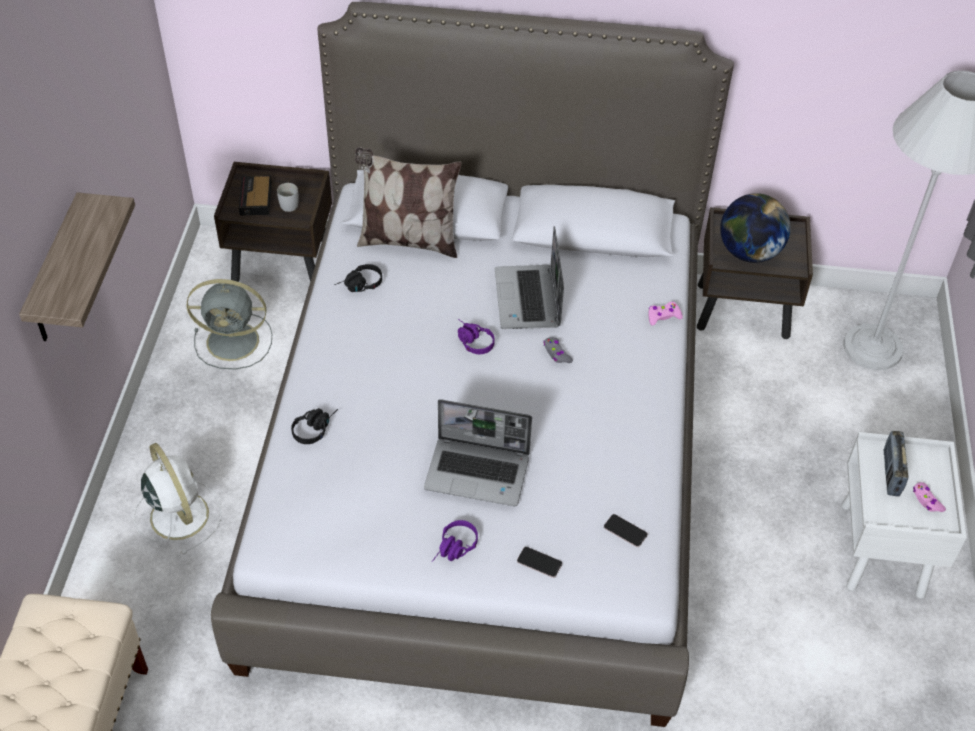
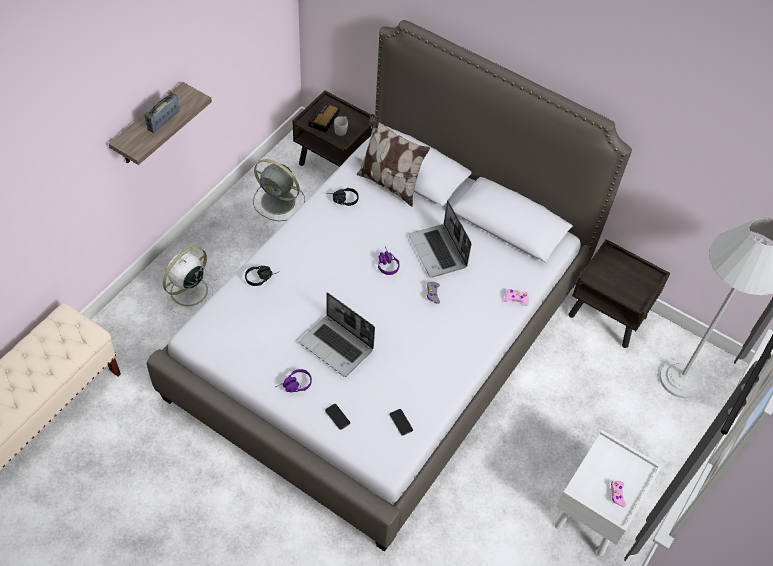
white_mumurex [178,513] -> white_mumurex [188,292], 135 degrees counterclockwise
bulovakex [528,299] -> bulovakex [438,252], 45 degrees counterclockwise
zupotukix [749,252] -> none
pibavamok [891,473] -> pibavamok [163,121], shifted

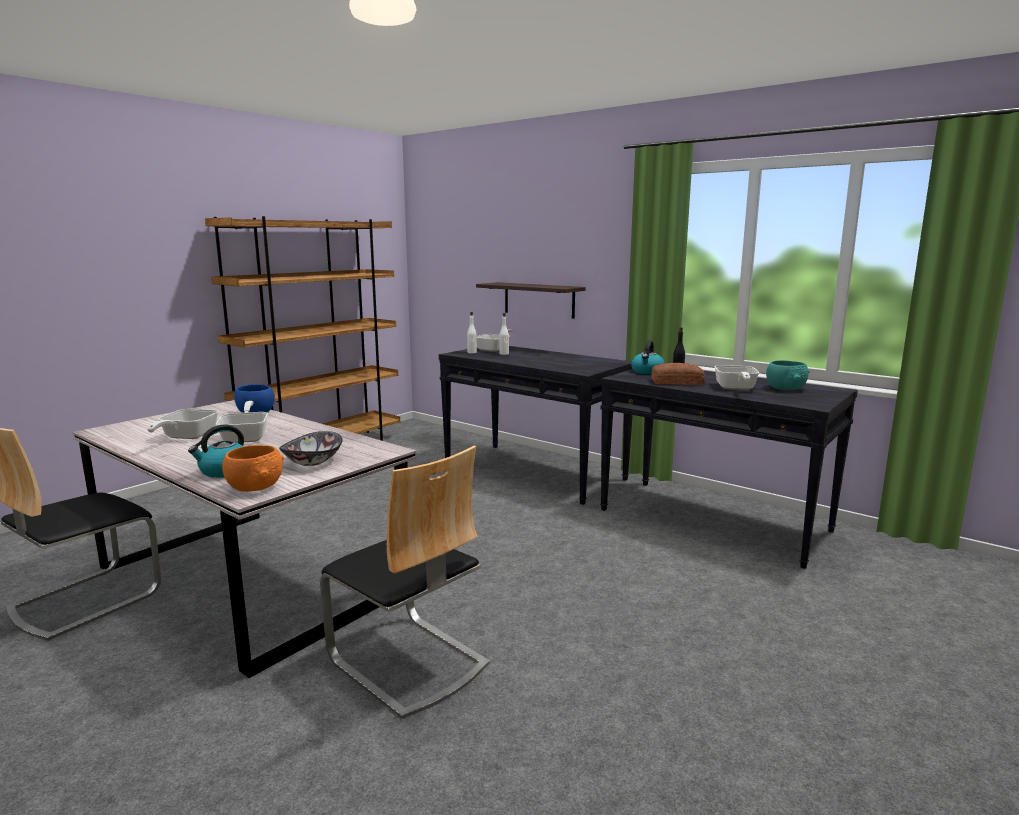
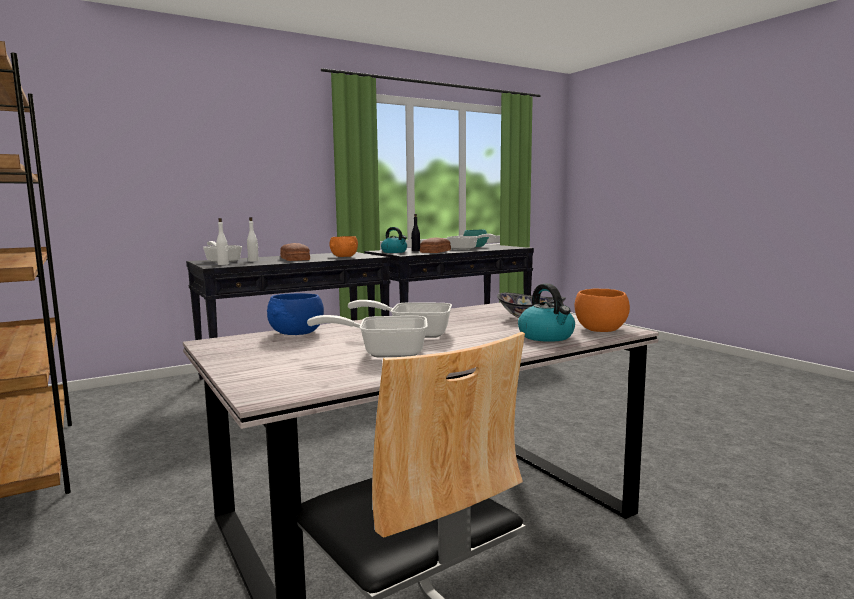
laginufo [186,437] -> laginufo [384,352], 150 degrees clockwise
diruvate [407,662] -> none
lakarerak [539,300] -> none
none -> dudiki [295,259]
none -> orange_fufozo [344,256]

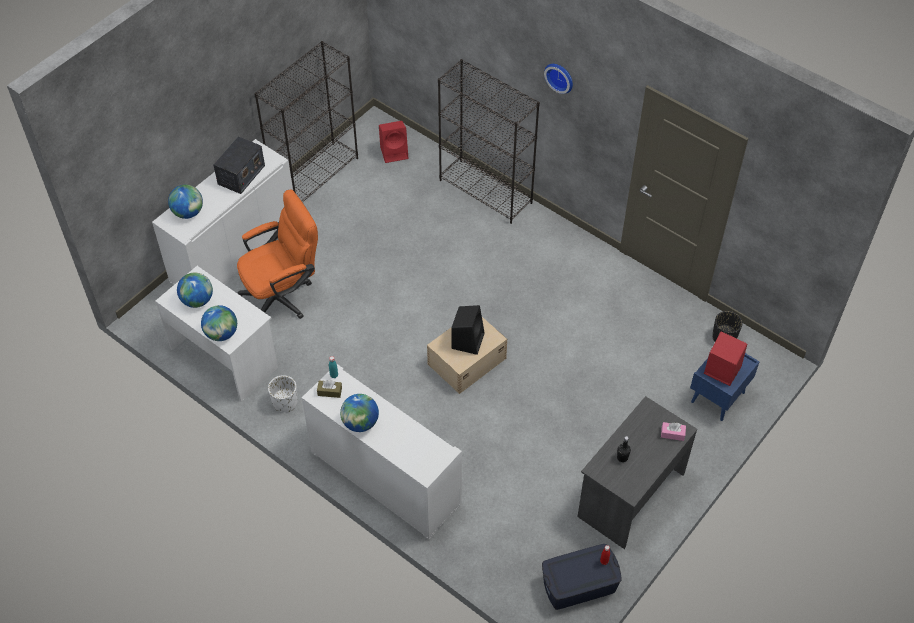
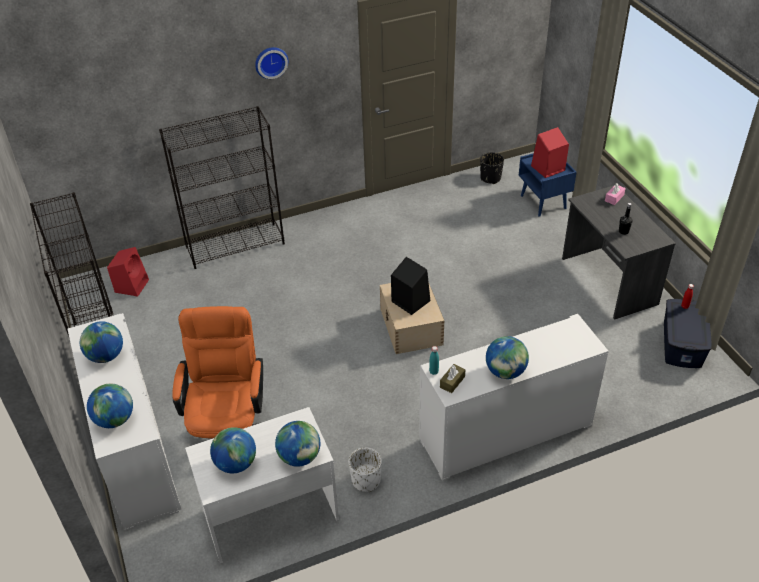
pibavamok [241,175] -> zupotukix [106,356]

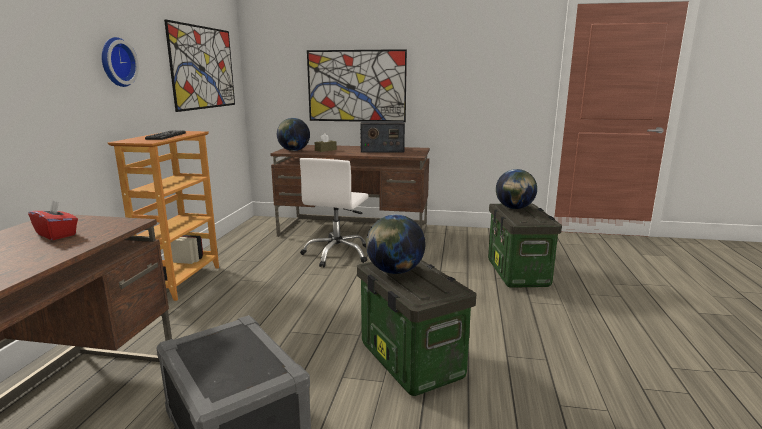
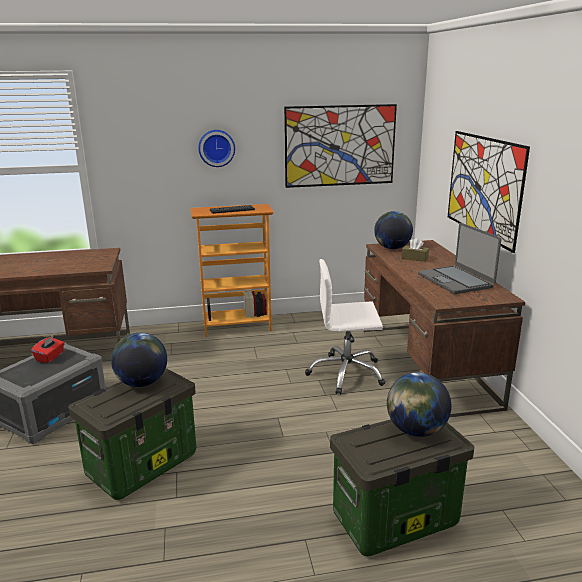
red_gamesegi [57,234] -> red_gamesegi [50,357], shifted
pibavamok [381,150] -> bulovakex [455,280]

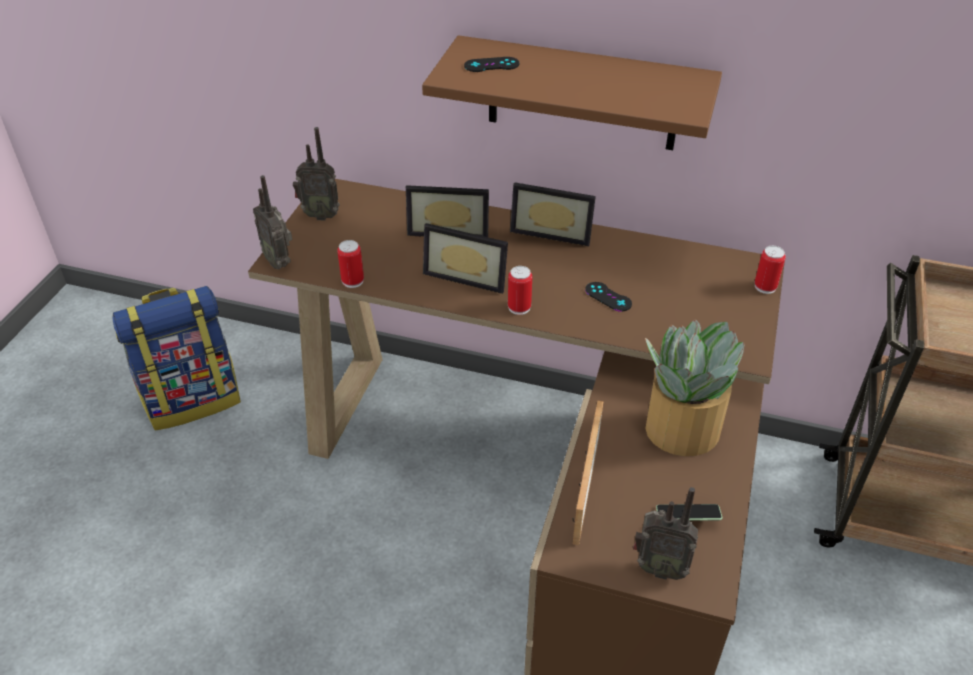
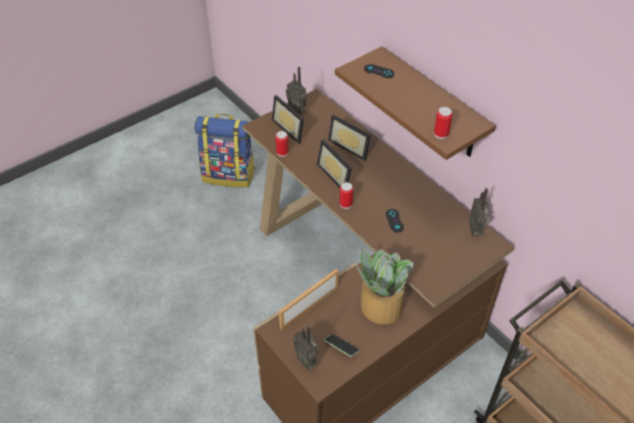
pibavamok [279,262] -> pibavamok [476,230], shifted
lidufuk [552,231] -> lidufuk [291,128], shifted
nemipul [765,286] -> nemipul [441,134], shifted

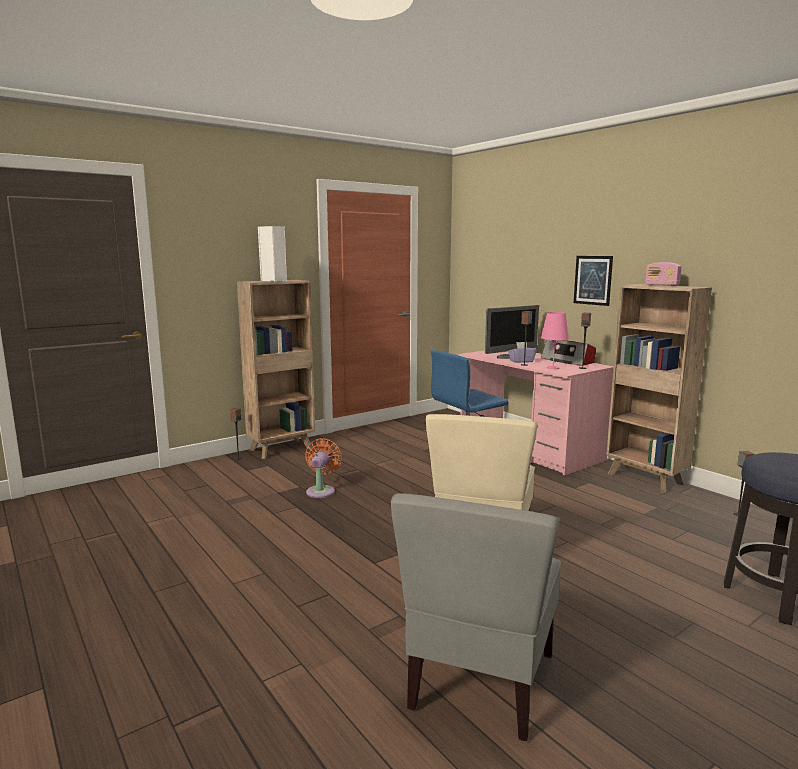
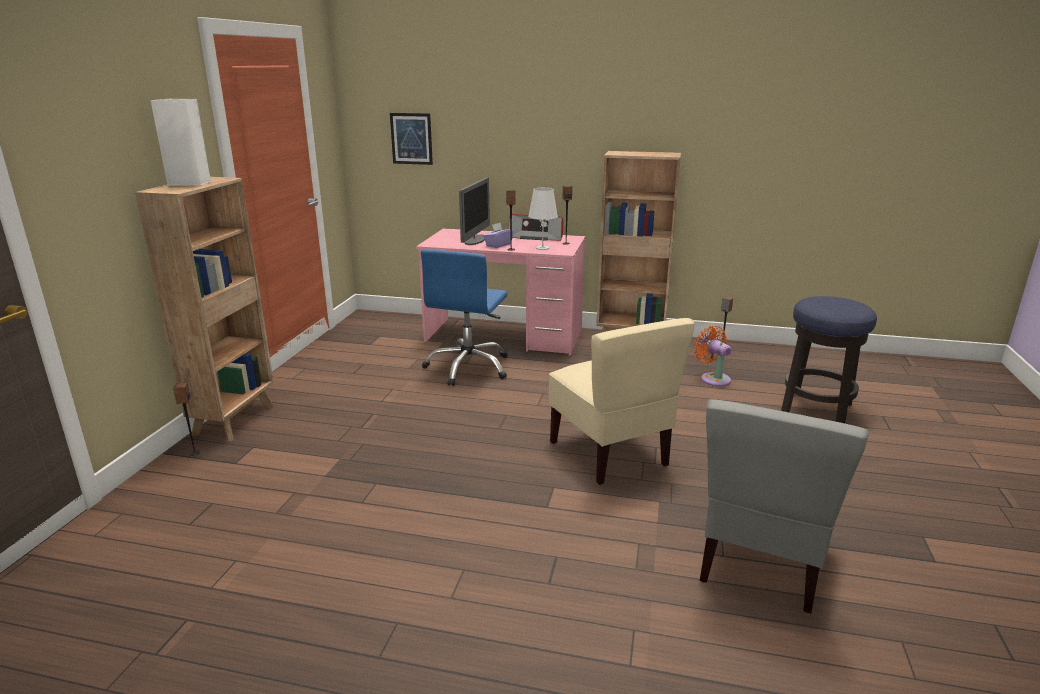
orange_mumurex [321,491] -> orange_mumurex [713,378], shifted
grey_diruvate [480,680] -> grey_diruvate [761,561], 45 degrees clockwise
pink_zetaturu [553,368] -> white_zetaturu [542,248]
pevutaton [592,280] -> pevutaton [411,138], shifted
pibavamok [662,285] -> none

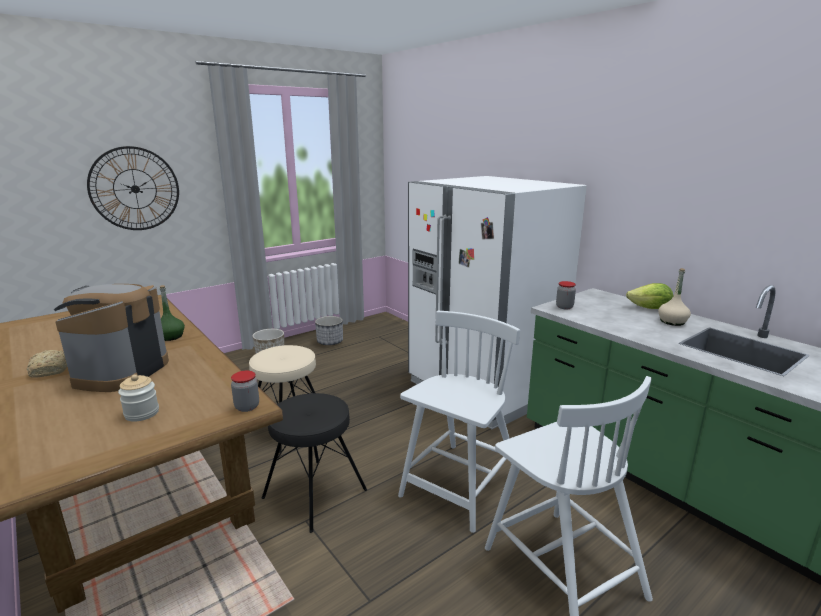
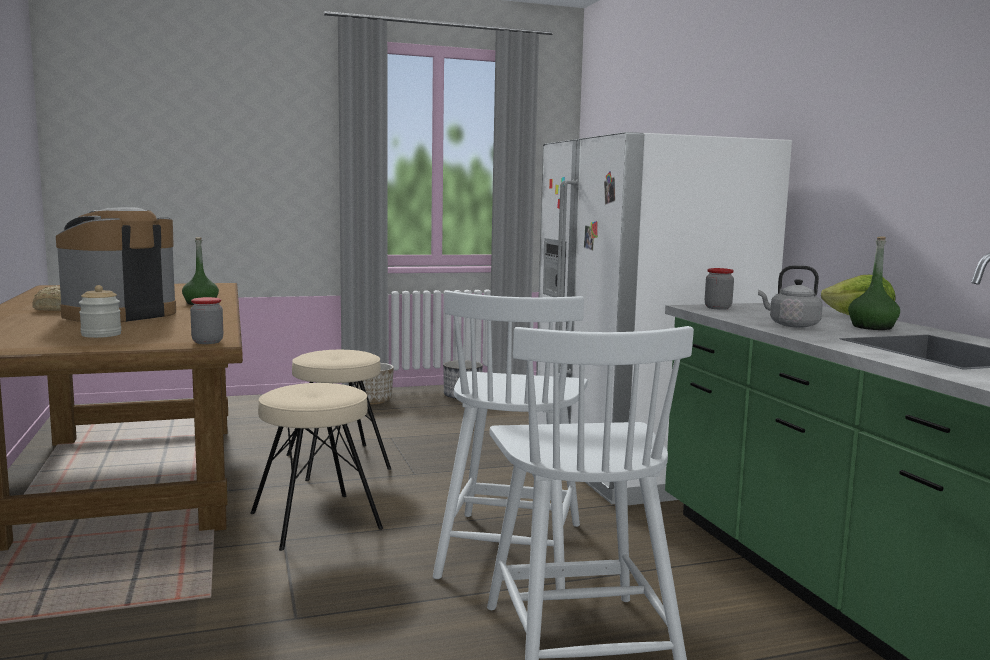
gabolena [135,189] -> none
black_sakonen [314,494] -> beige_sakonen [315,521]
white_diruvate [459,486] -> white_diruvate [511,548], 135 degrees clockwise
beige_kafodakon [672,322] -> green_kafodakon [872,327]
none -> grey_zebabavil [791,325]

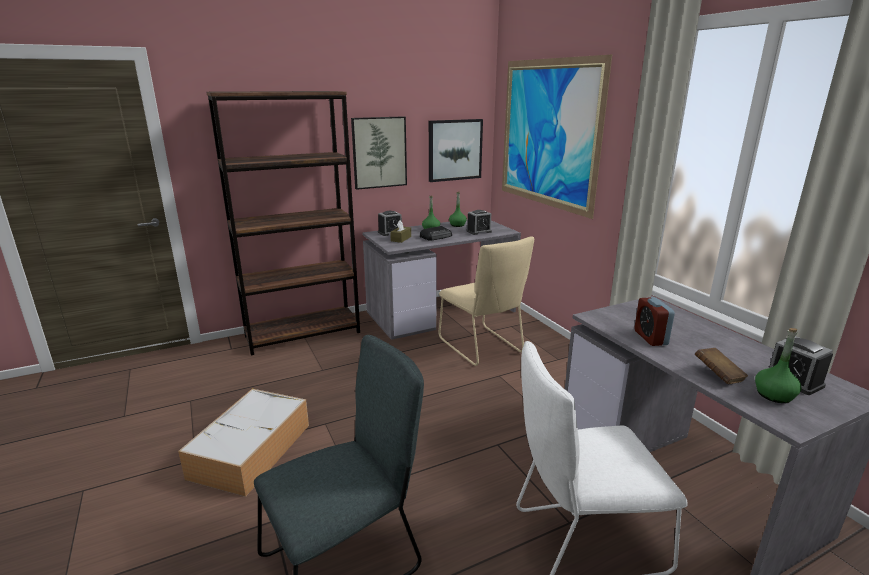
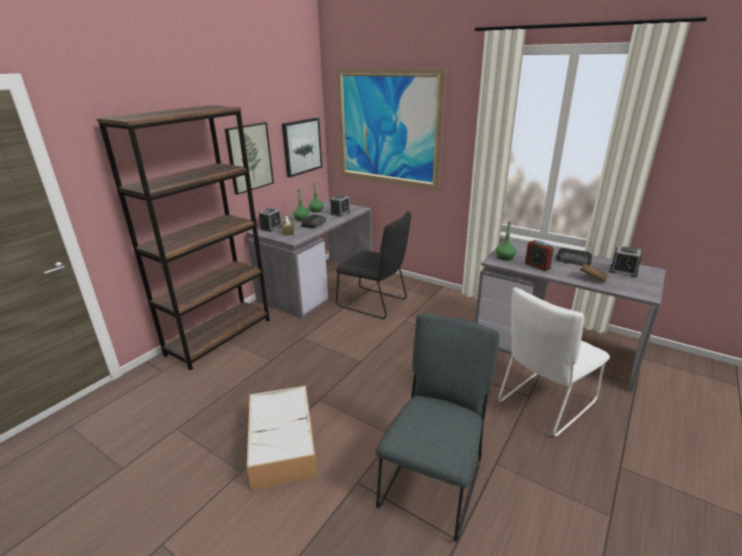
beige_diruvate [482,347] -> black_diruvate [374,303]
green_kafodakon [774,395] -> green_kafodakon [504,257], shifted
none -> pibavamok [574,260]

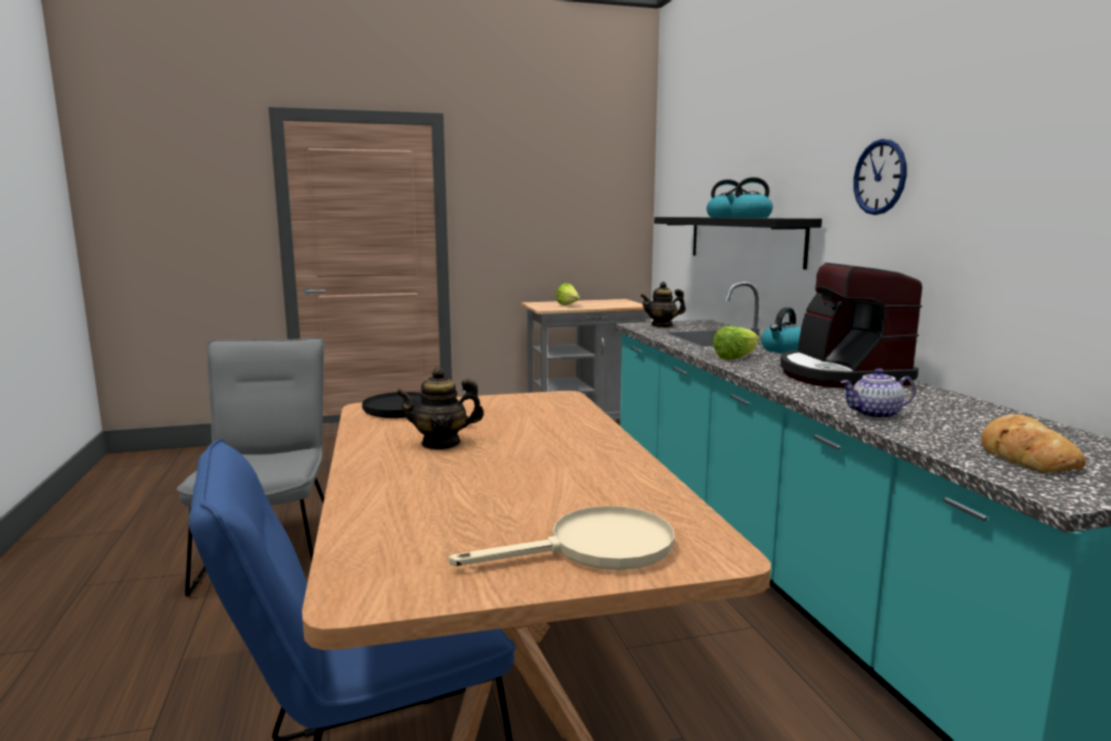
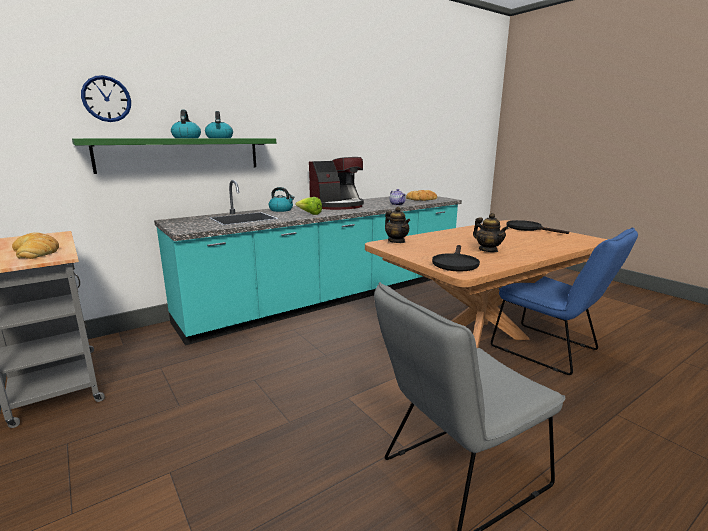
beige_laginufo [595,549] -> black_laginufo [528,228]
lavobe [569,306] -> dudiki [37,251]
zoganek [662,325] -> zoganek [396,241], shifted
black_lakarerak [743,239] -> green_lakarerak [181,154]
gabolena [880,177] -> gabolena [106,99], shifted

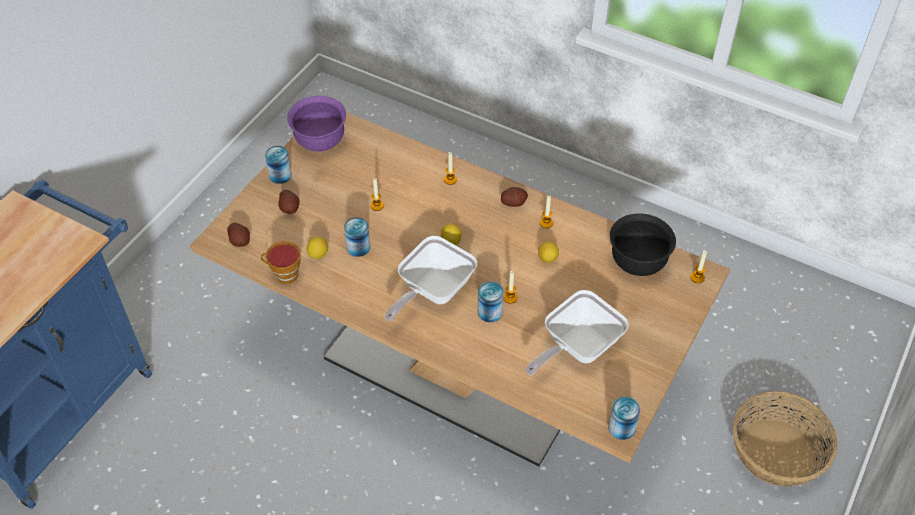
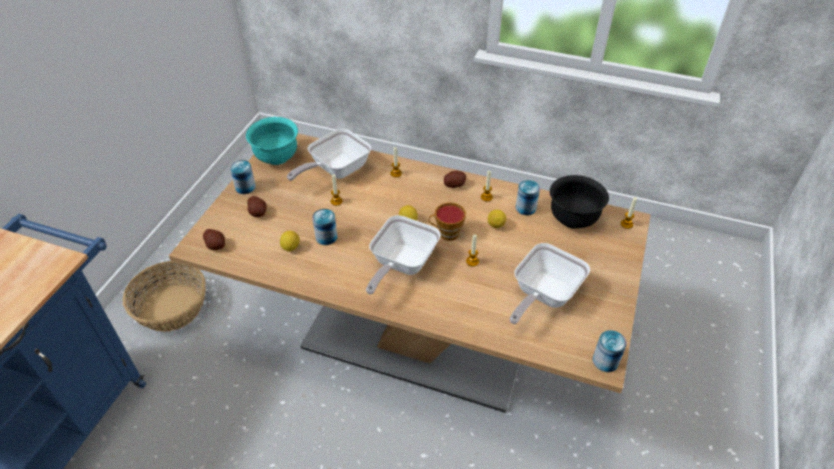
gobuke [284,275] -> gobuke [446,234], shifted
purple_fufozo [320,142] -> turquoise_fufozo [276,157]
nemipul [490,312] -> nemipul [525,208], shifted
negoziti [777,452] -> negoziti [172,308], shifted
none -> laginufo [335,171]

